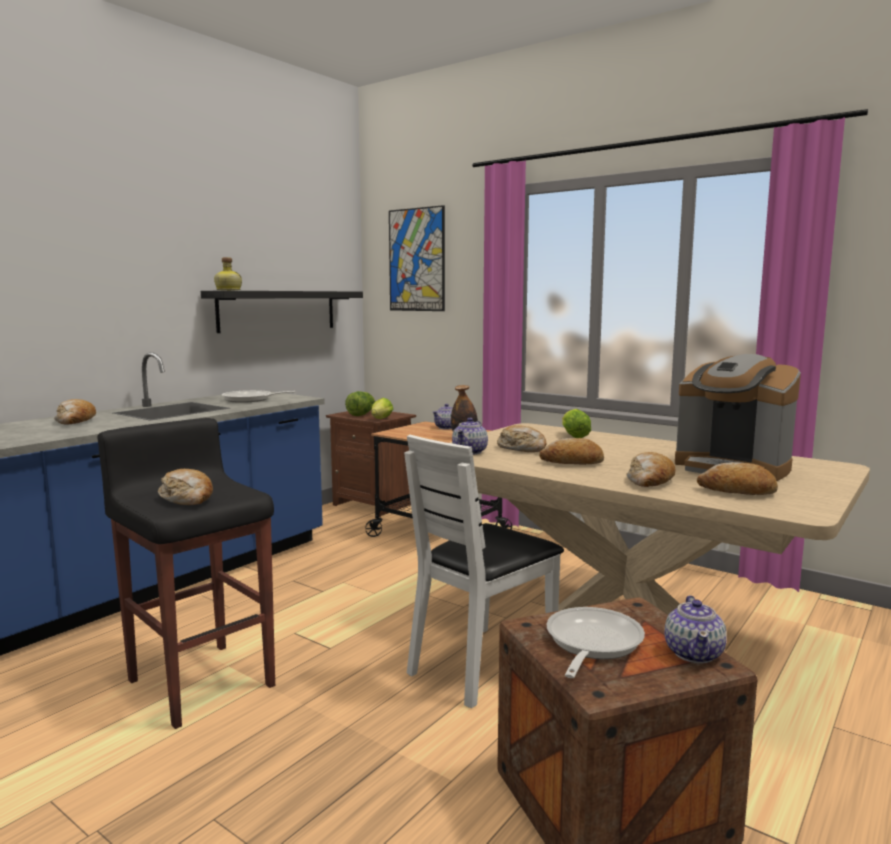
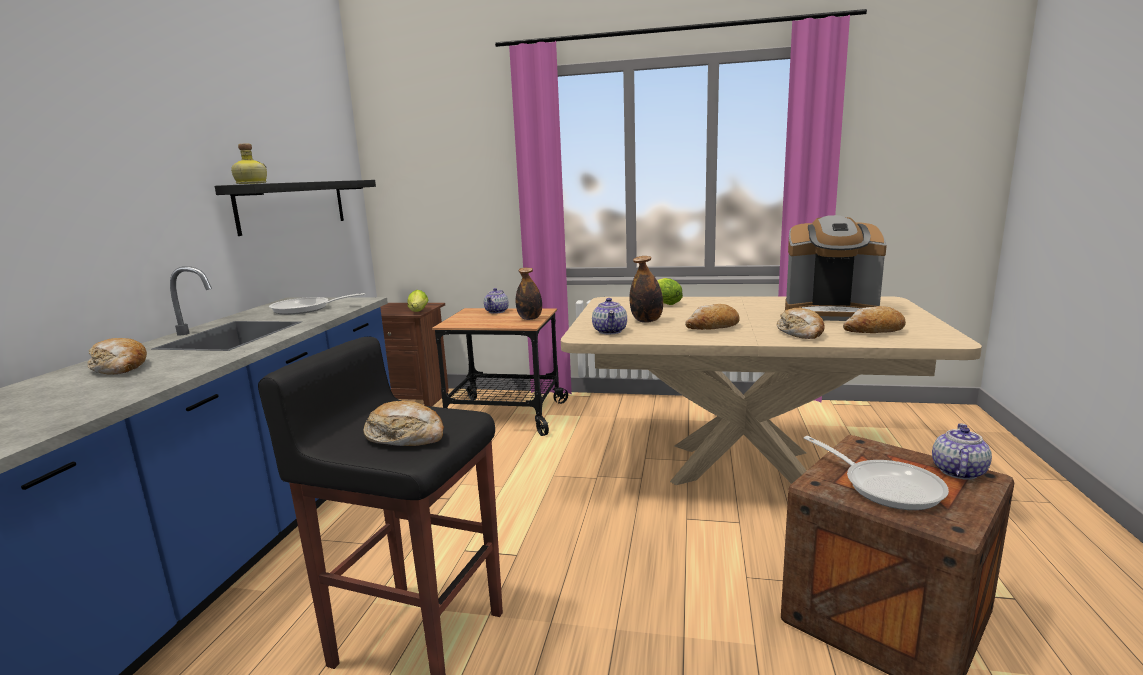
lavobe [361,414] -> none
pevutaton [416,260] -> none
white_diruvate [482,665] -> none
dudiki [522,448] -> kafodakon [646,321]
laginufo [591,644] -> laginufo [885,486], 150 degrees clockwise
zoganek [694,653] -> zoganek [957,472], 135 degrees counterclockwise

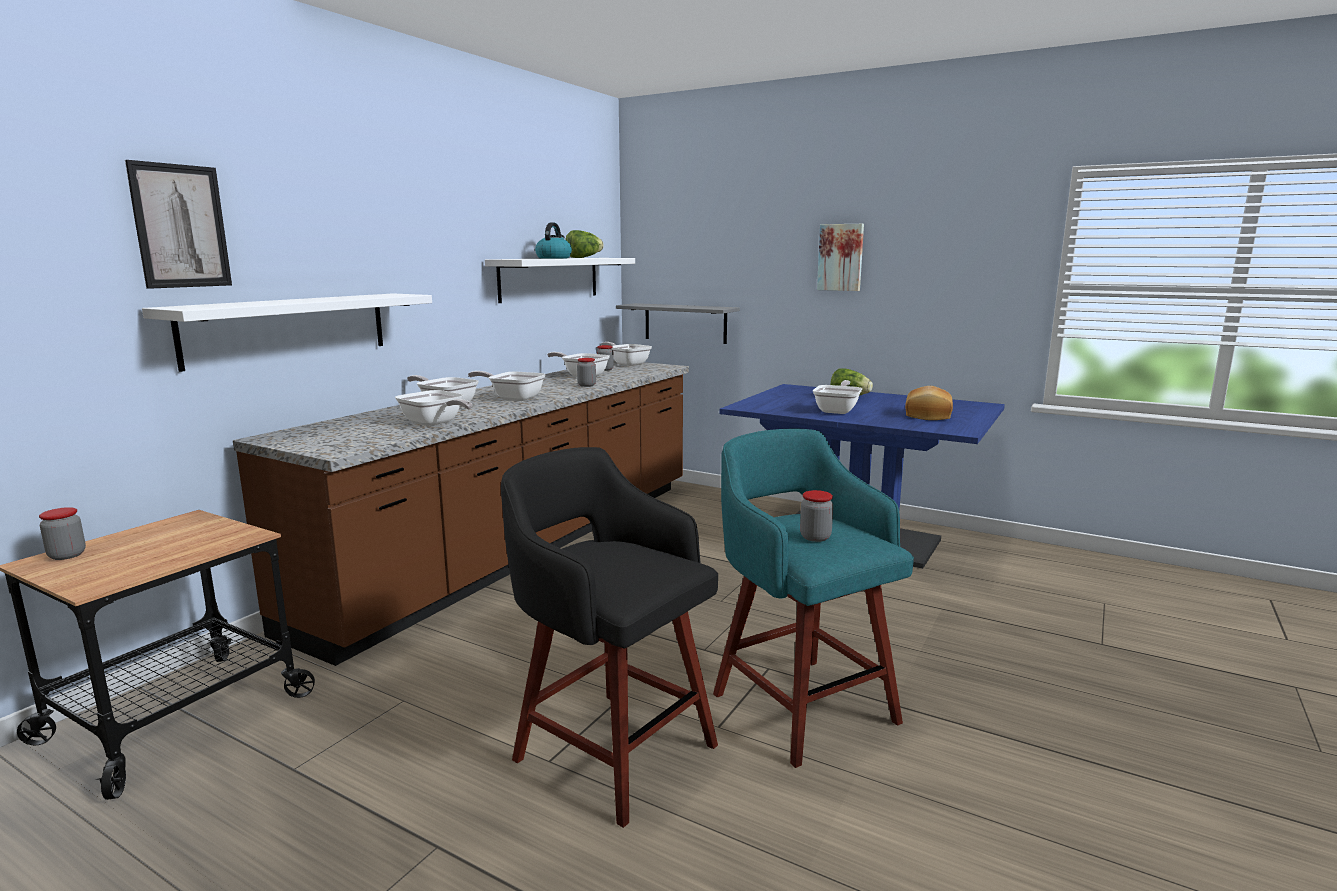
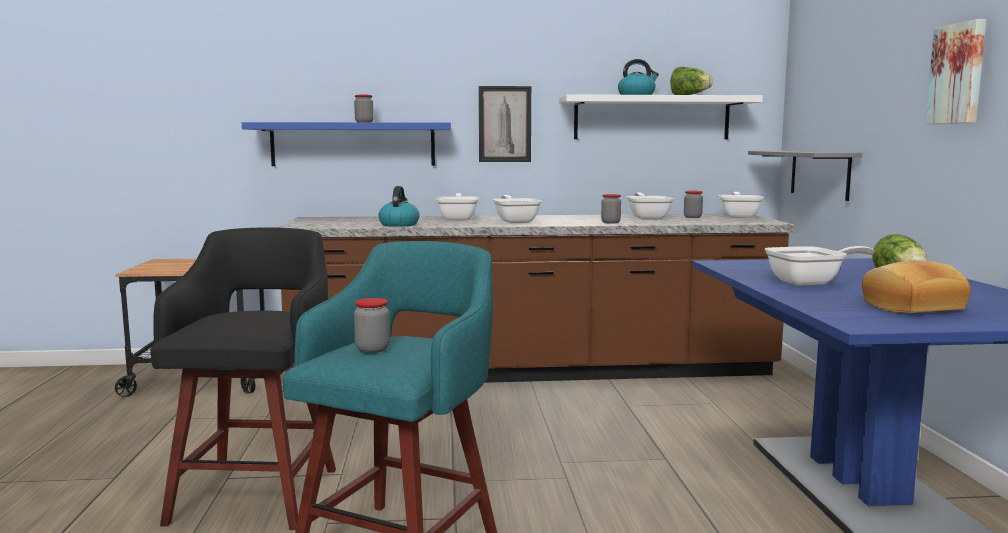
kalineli [67,555] -> kalineli [364,122], shifted
pevutaton [180,226] -> pevutaton [504,124], shifted
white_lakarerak [289,328] -> blue_lakarerak [353,144]
laginufo [435,423] -> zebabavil [399,224]

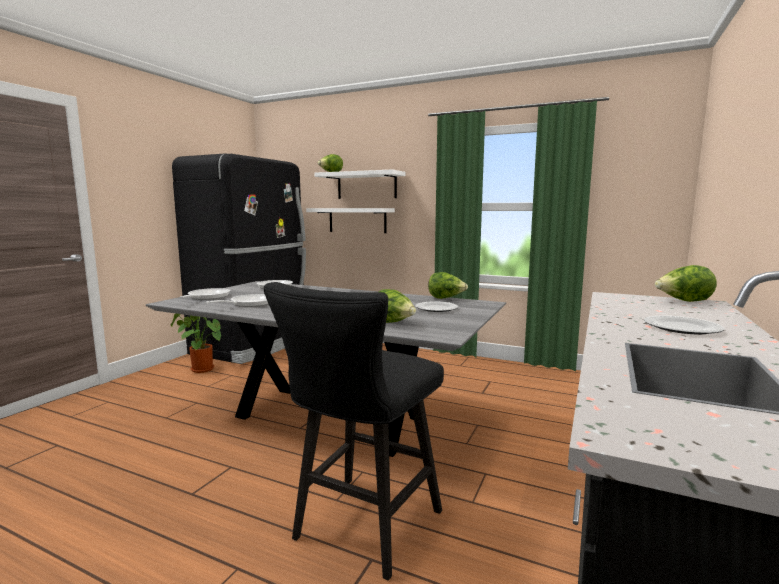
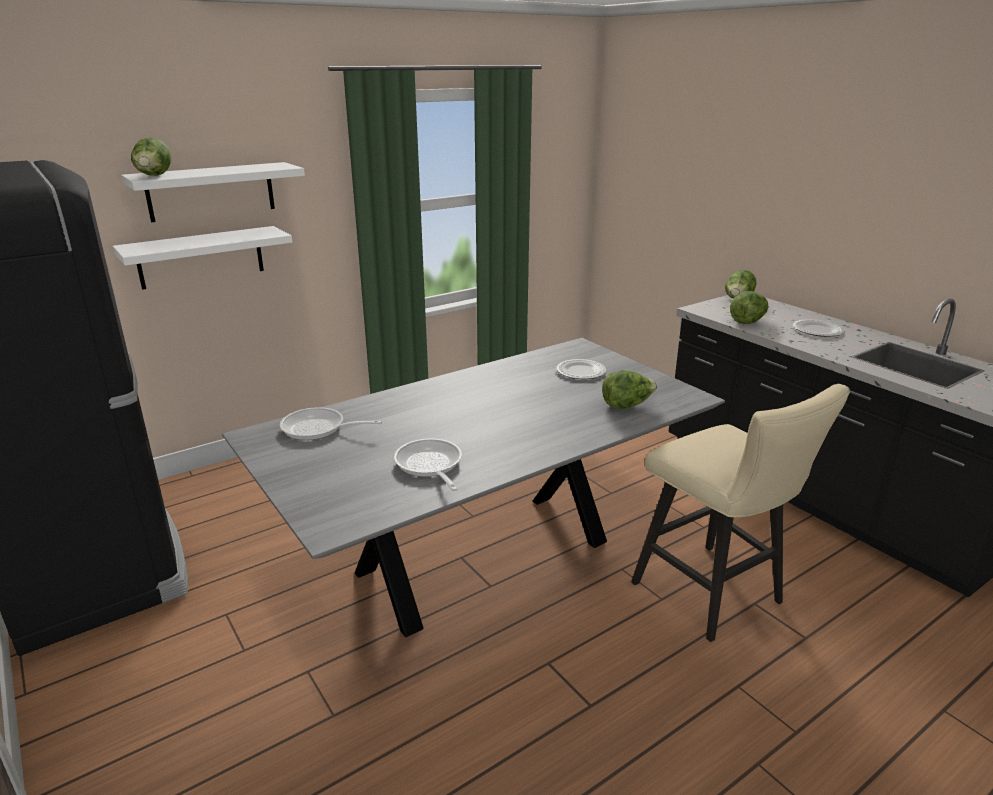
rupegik [200,369] -> none
laginufo [206,297] -> none
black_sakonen [361,530] -> beige_sakonen [715,597]
lavobe [446,298] -> lavobe [748,321], shifted

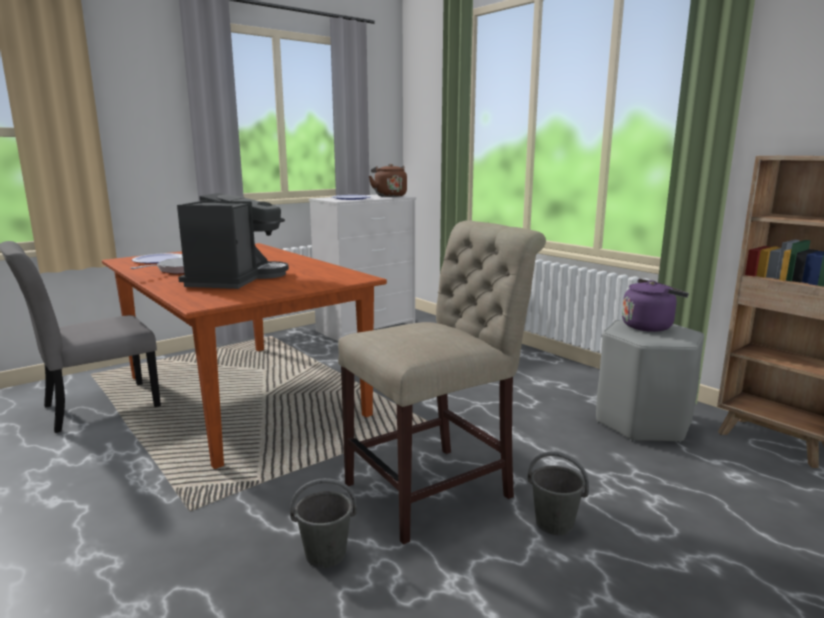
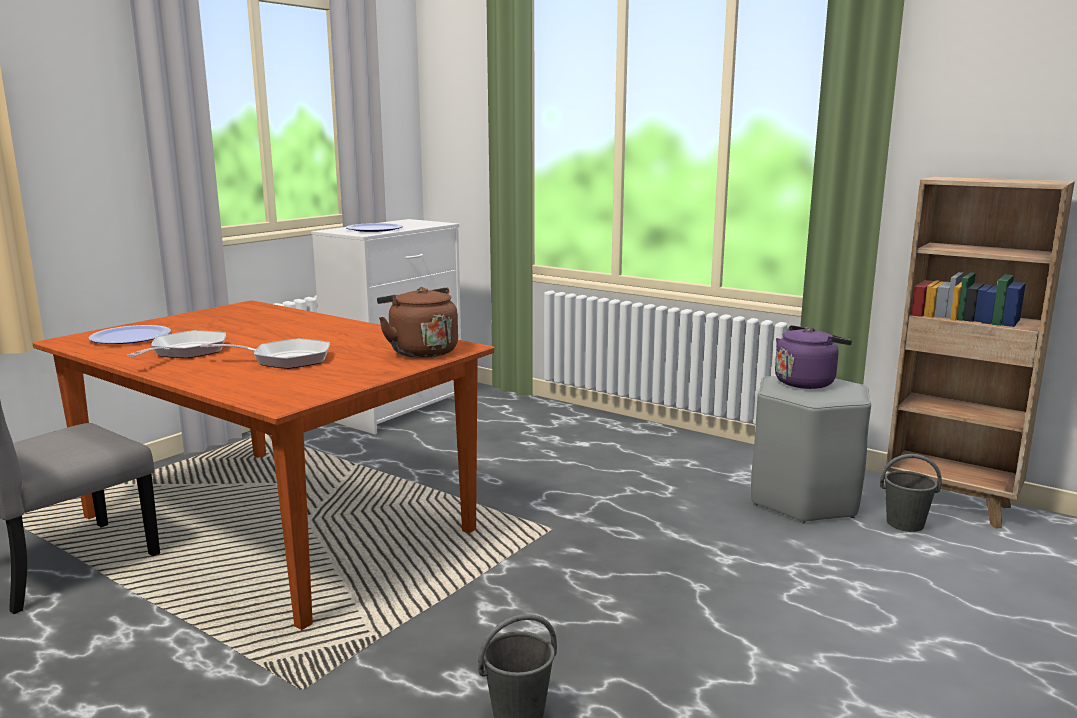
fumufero [235,278] -> laginufo [285,360]
beige_diruvate [437,488] -> none
brown_zebabavil [389,196] -> brown_zebabavil [420,351], shifted
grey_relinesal [553,523] -> grey_relinesal [904,523], shifted

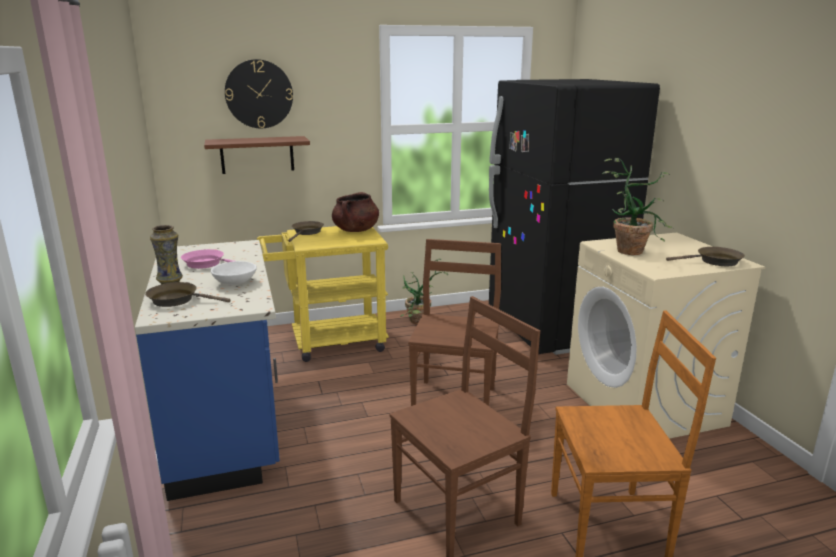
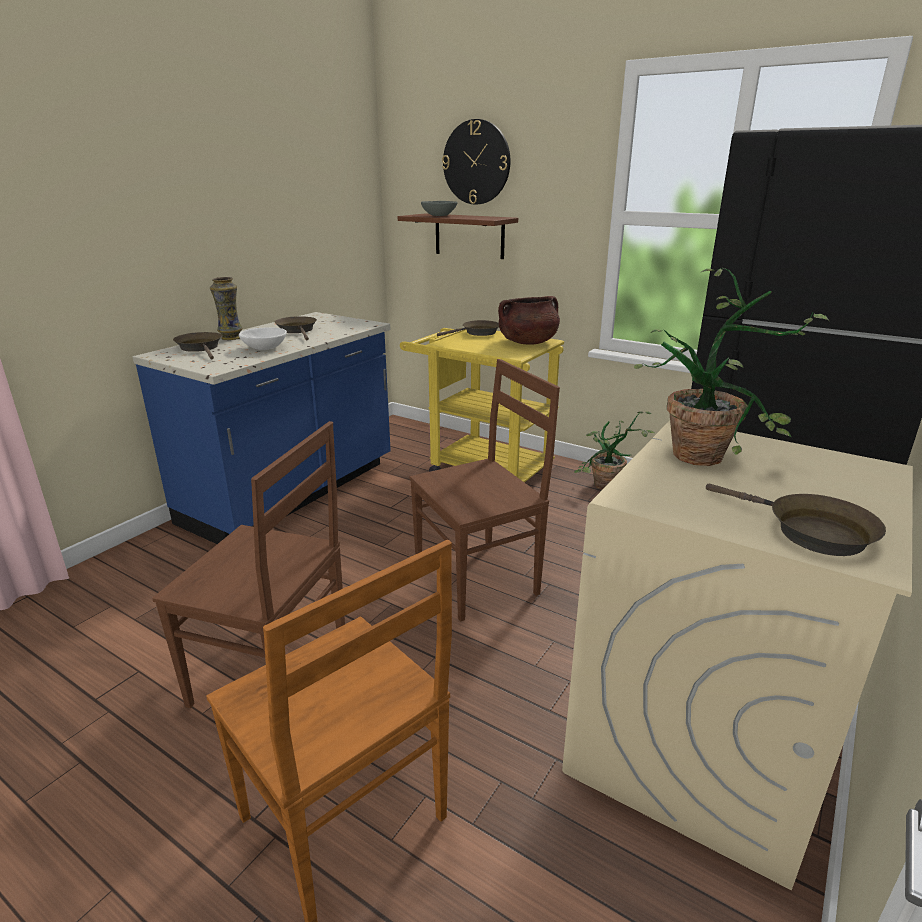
pink_laginufo [207,264] -> brown_laginufo [298,330]
none -> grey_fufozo [439,215]

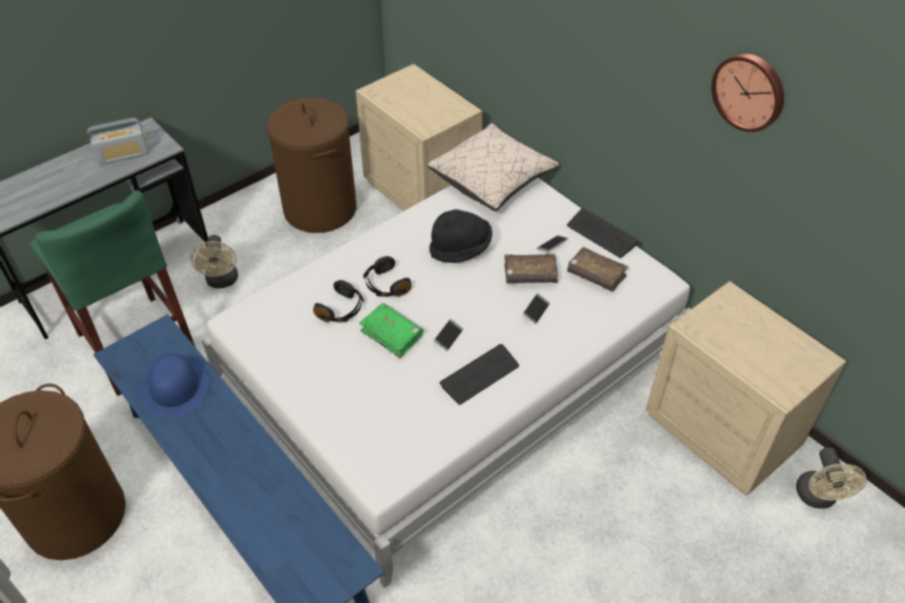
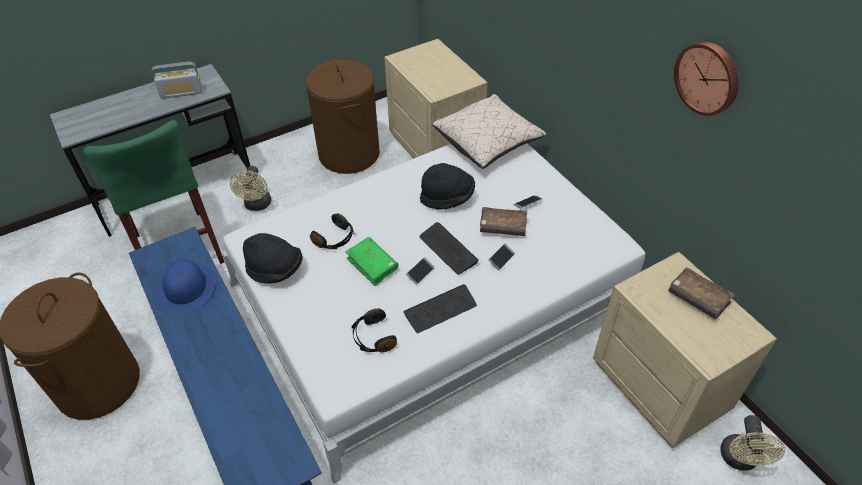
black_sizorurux [385,285] -> black_sizorurux [373,337], shifted
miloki [601,234] -> miloki [448,249], shifted
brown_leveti [596,275] -> brown_leveti [698,298], shifted
none -> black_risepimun [275,270]

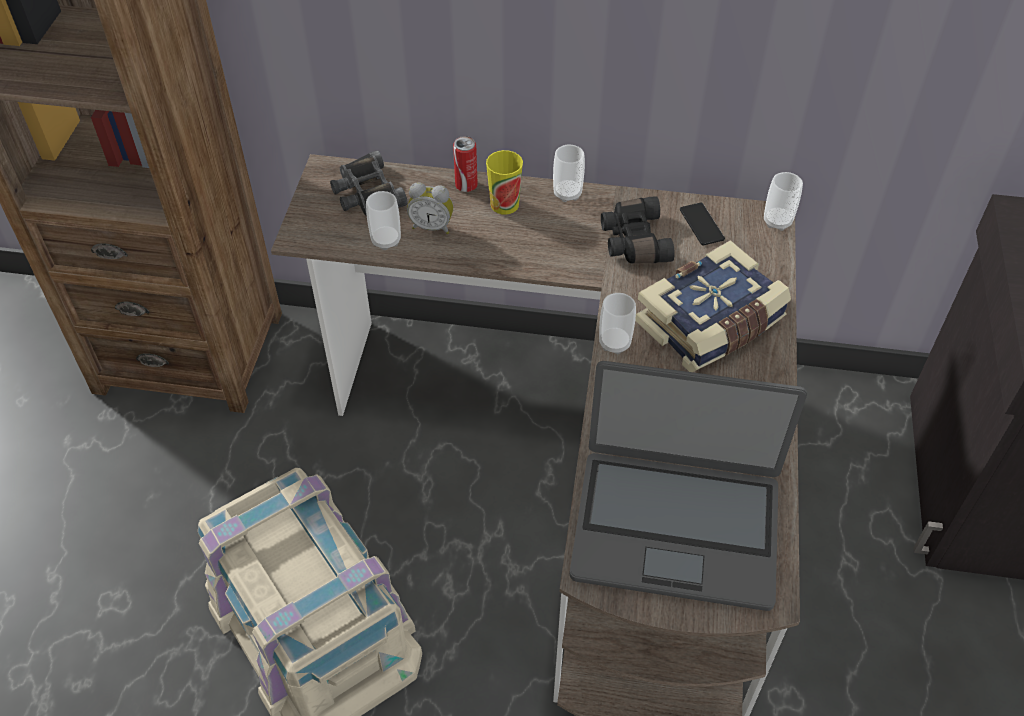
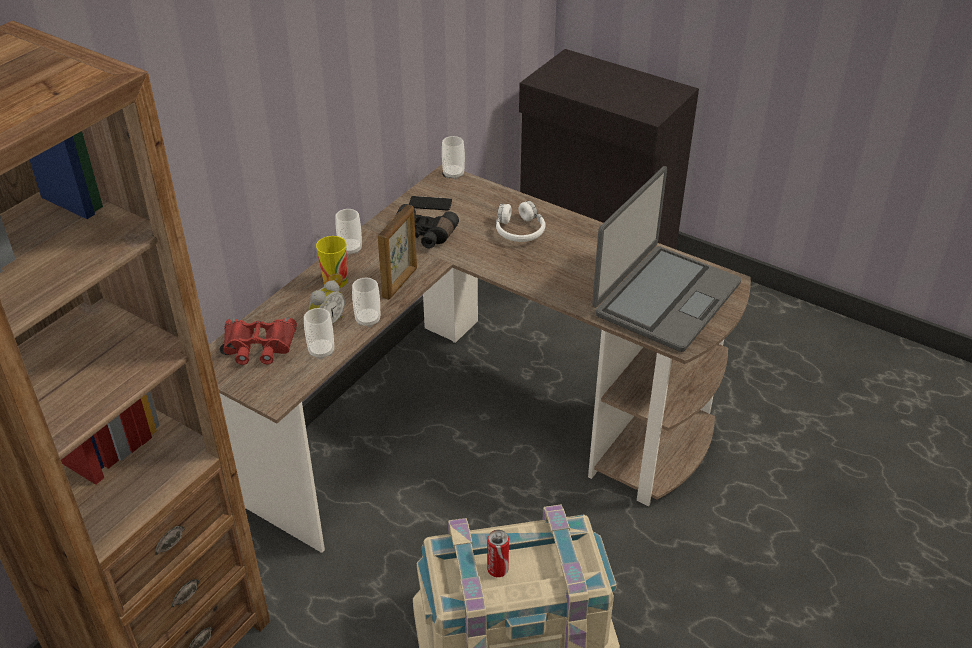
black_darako [367,192] -> red_darako [259,346]
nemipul [466,185] -> nemipul [497,569], shifted
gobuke [614,343] -> gobuke [368,320], shifted
leveti [711,325] -> white_sizorurux [519,230]
none -> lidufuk [400,283]

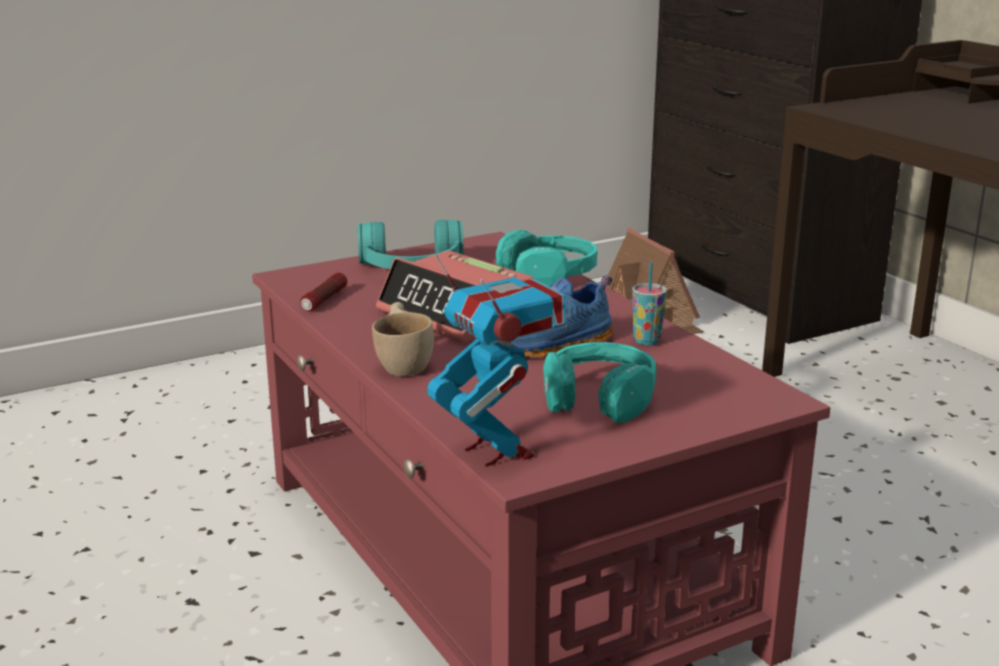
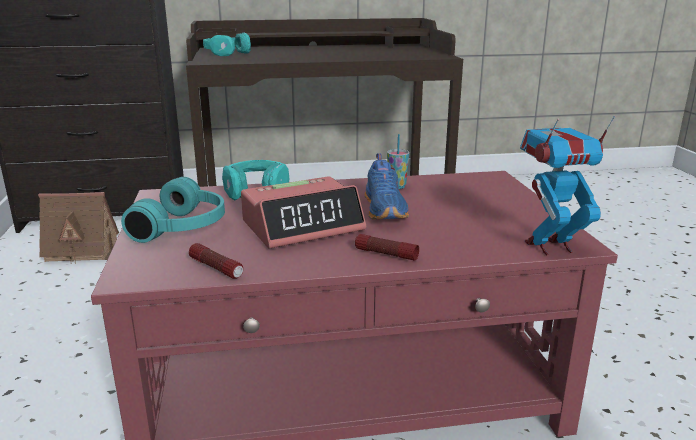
beige_gobuke [404,362] -> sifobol [386,254]
turquoise_sizorurux [599,399] -> turquoise_sizorurux [226,53], shifted

